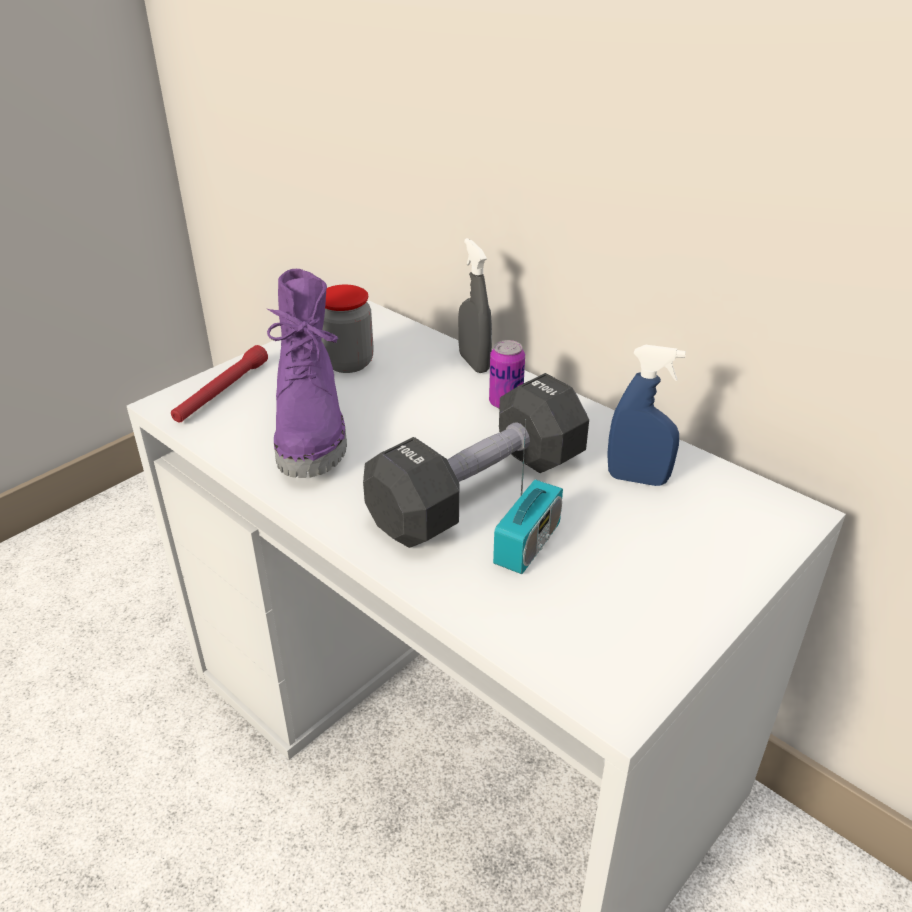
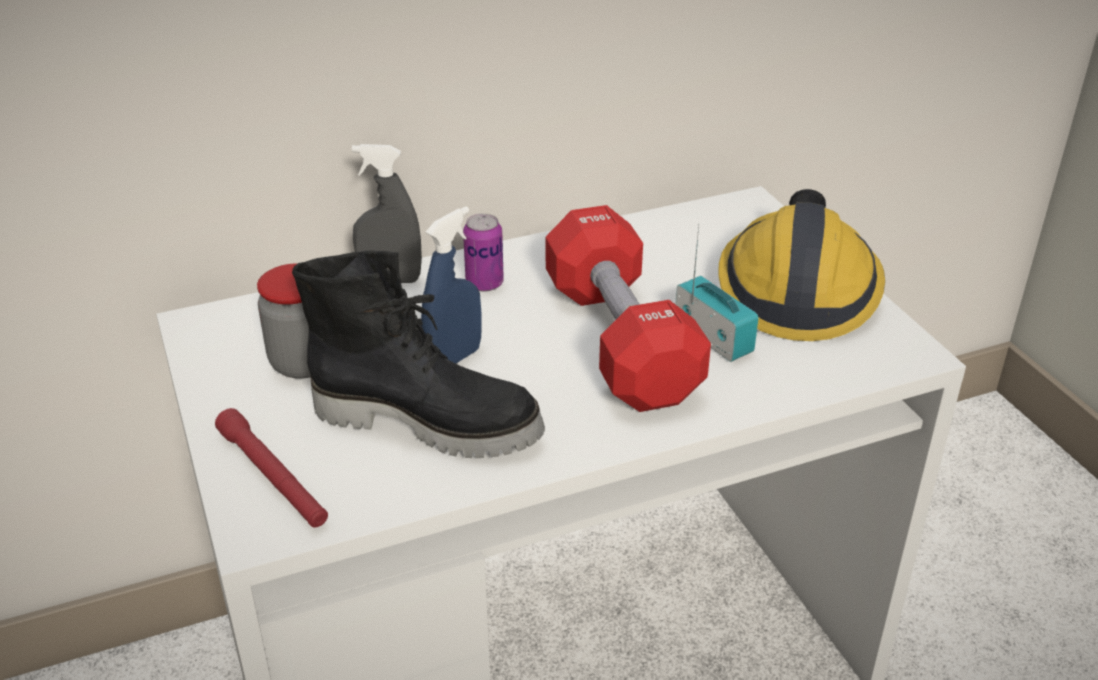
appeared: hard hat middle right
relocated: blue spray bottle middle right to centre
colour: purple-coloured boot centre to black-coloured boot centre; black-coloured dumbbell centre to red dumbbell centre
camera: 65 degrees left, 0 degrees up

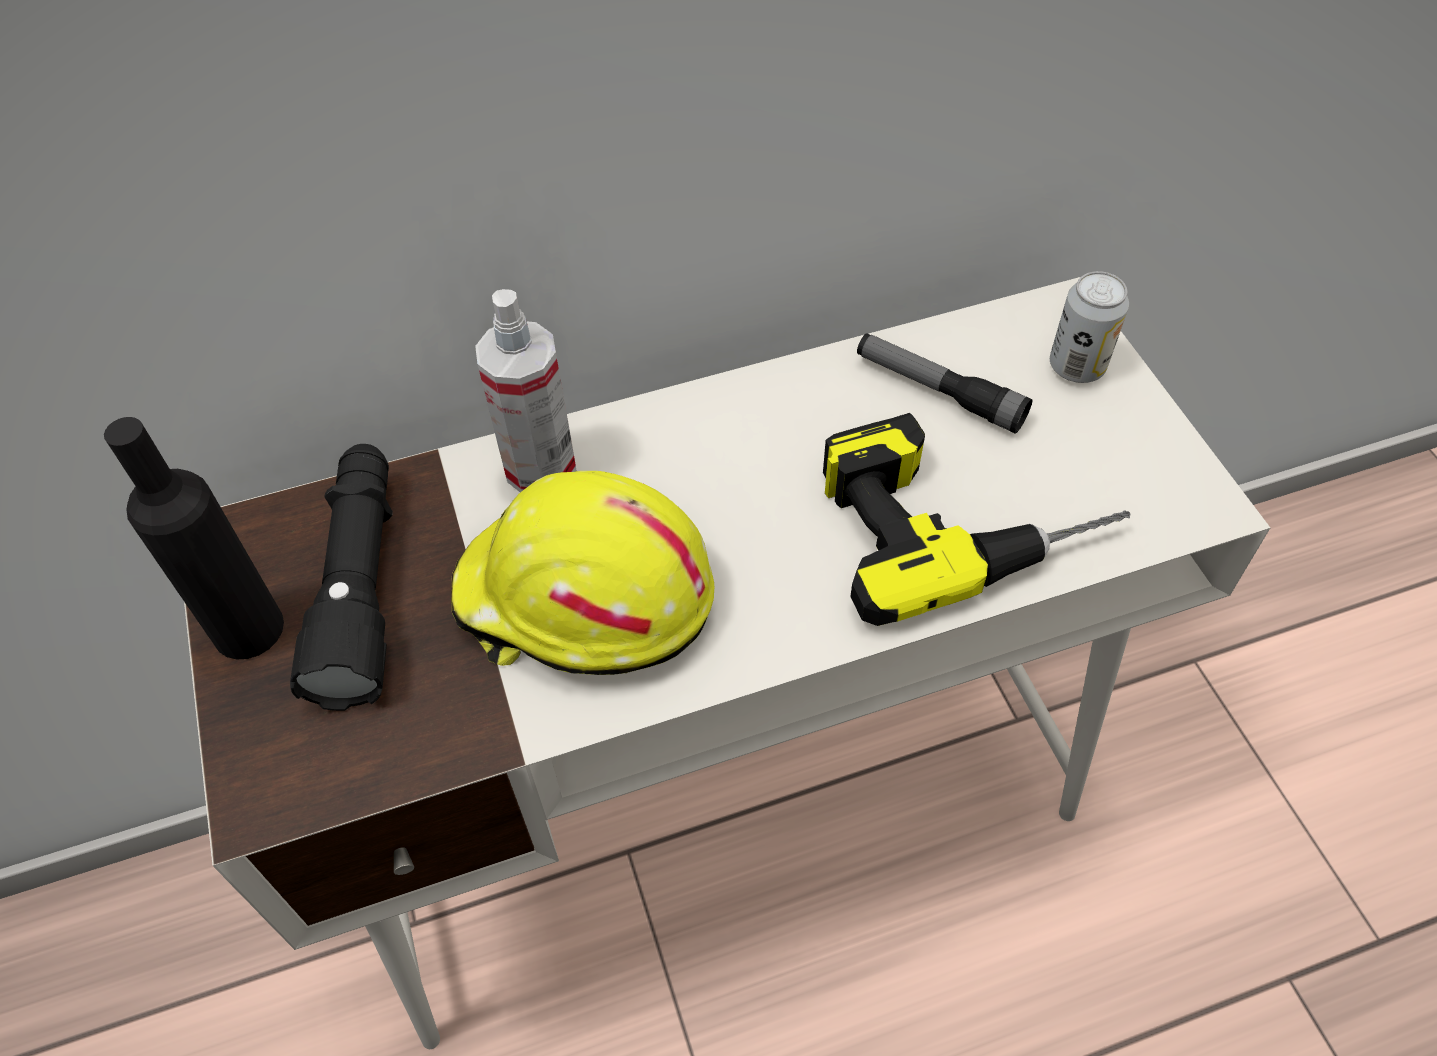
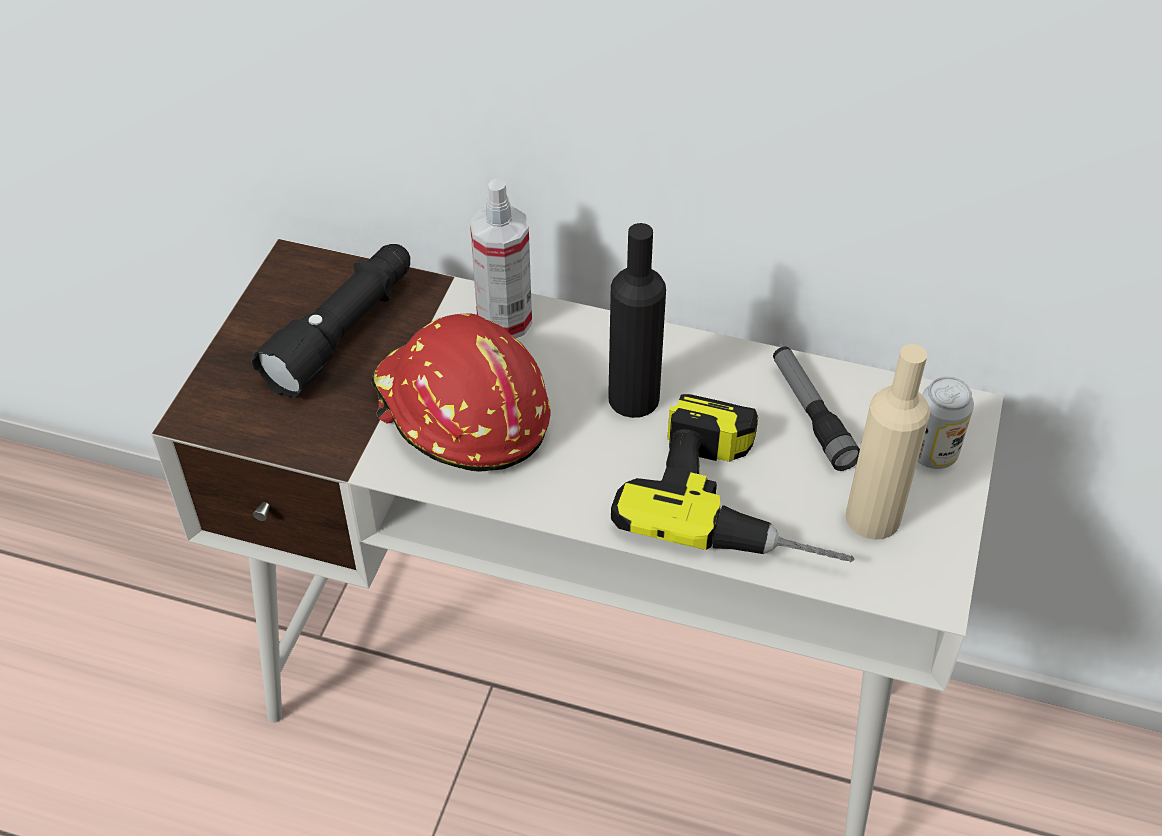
appeared: beige beverage bottle middle right
relocated: black-coloured beverage bottle middle left to centre
colour: yellowish hard hat centre to red hard hat centre
camera: 35 degrees right, 5 degrees down

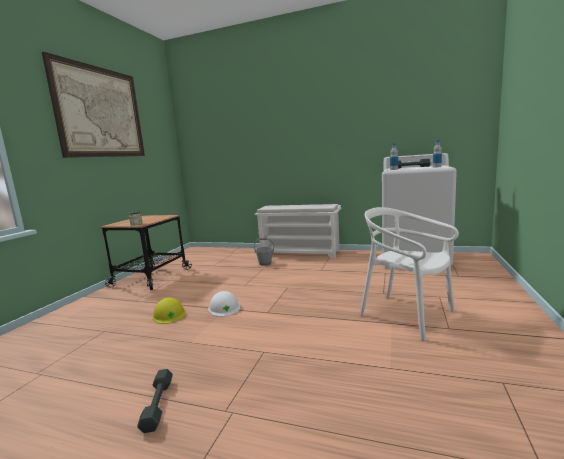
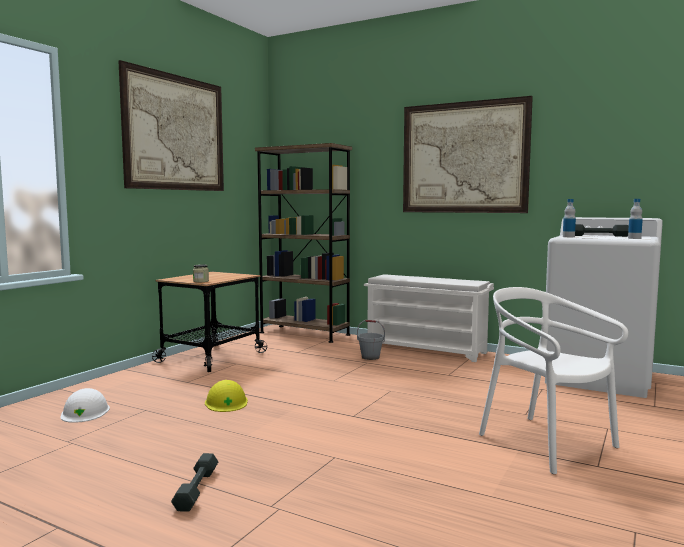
appeared: brown shelving unit centre; wall picture (no. 2 from left) top right
relocated: white hard hat centre to bottom left
camera: 10 degrees right, 5 degrees down

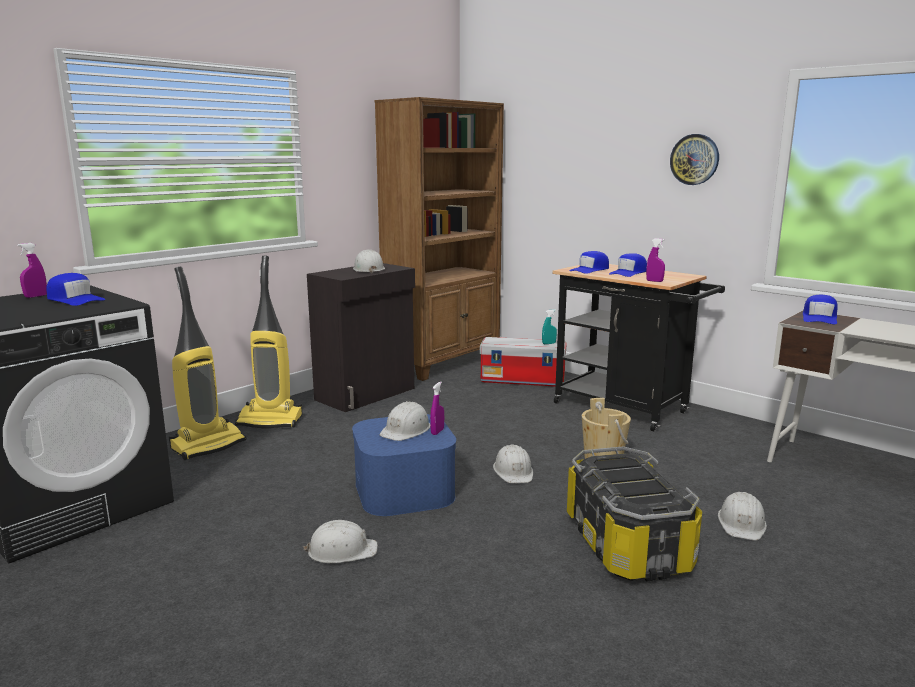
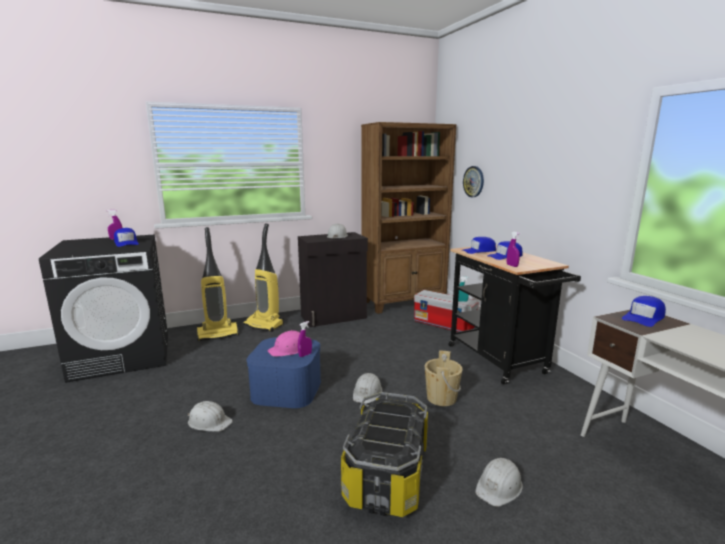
relocated: hanging clock top right to top centre
colour: white hard hat (no. 3 from left) centre to pink-coloured hard hat centre
camera: 25 degrees right, 0 degrees up

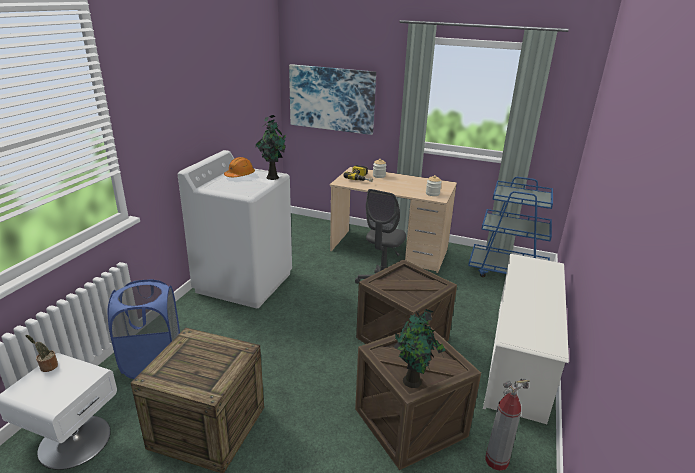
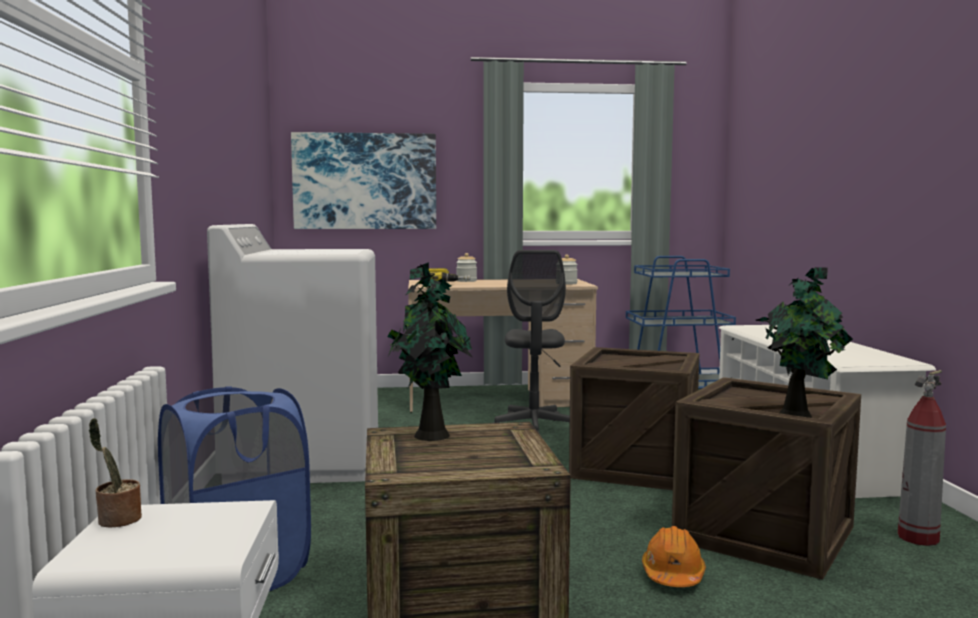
relocated: houseplant (no. 2 from left) top centre to centre; orange hard hat centre to bottom right
camera: 25 degrees left, 20 degrees down

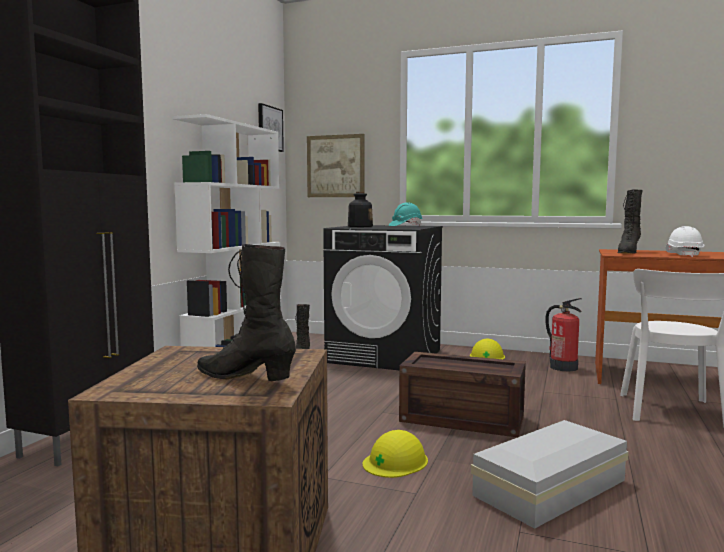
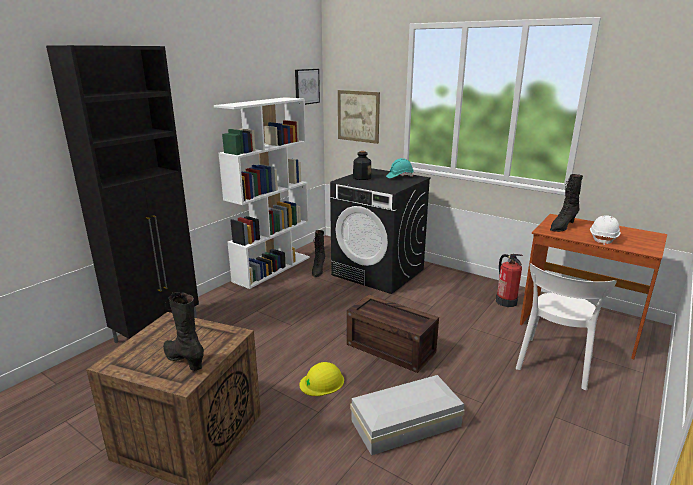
missing: yellowish hard hat (no. 2 from left) middle right
camera: 15 degrees right, 15 degrees up

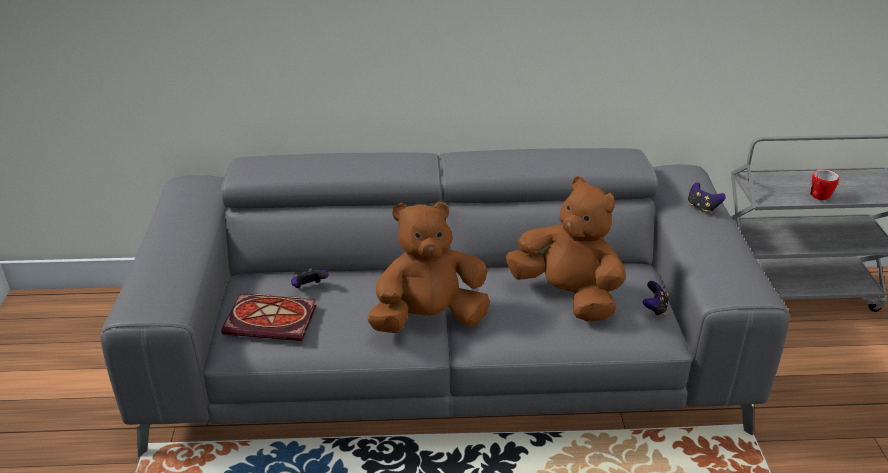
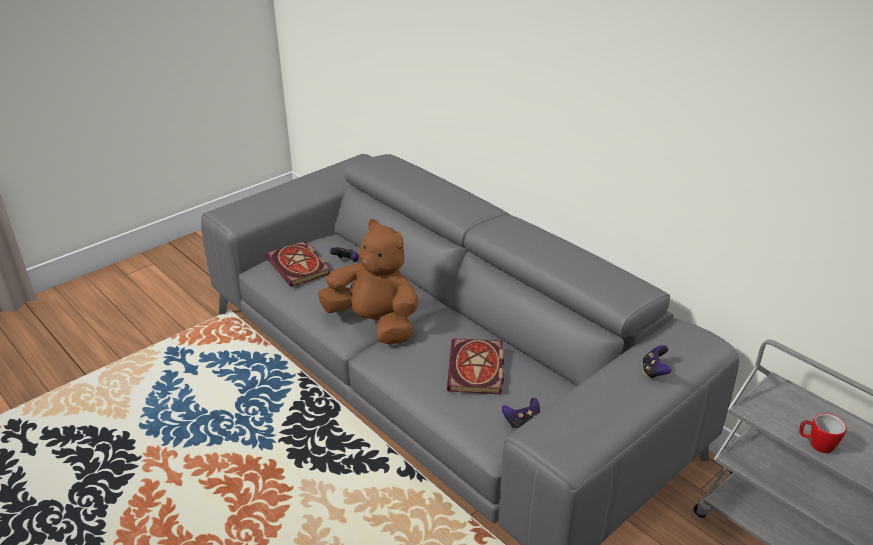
exchanged: brown soft toy (no. 2 from left) centre to bound book (no. 2 from left) bottom centre
camera: 50 degrees right, 0 degrees up

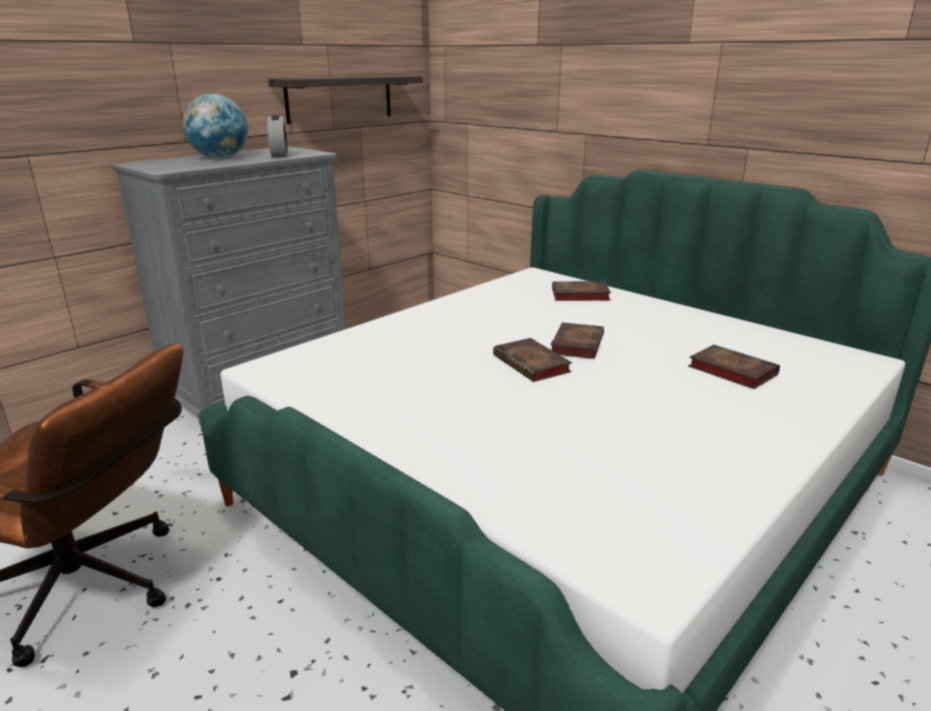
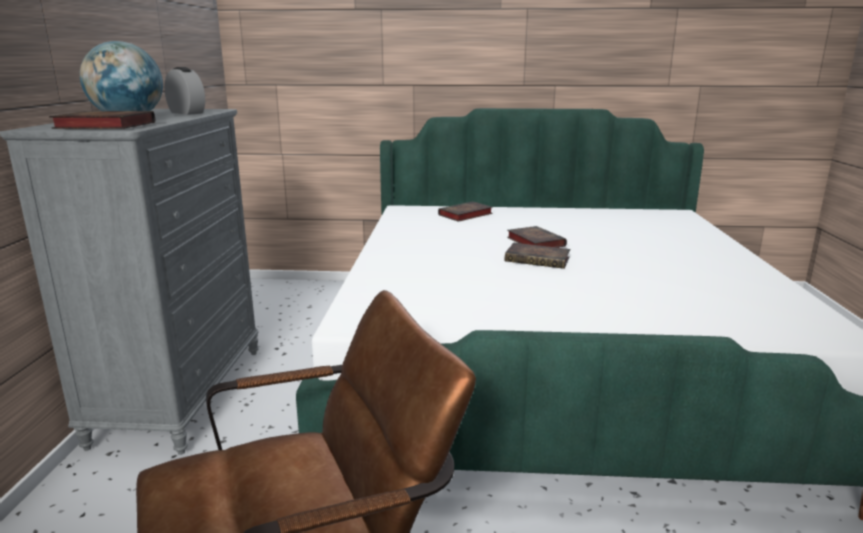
missing: shelf top centre
relocated: bound book (no. 4 from left in the first image) middle right to bound book (no. 1 from left) top left
camera: 40 degrees left, 5 degrees down

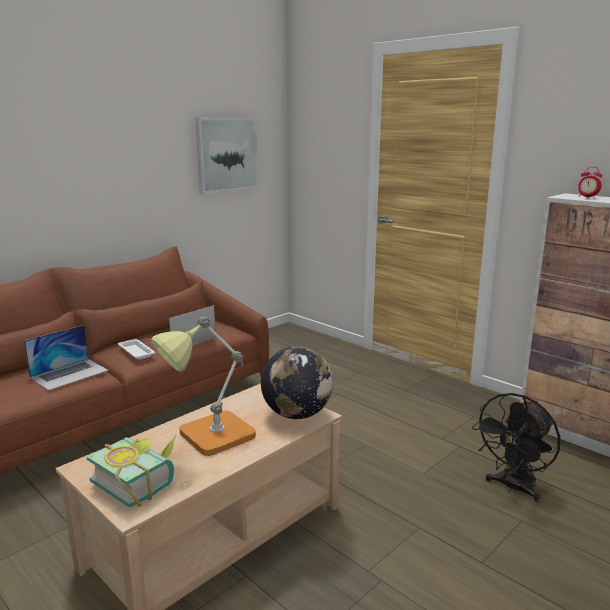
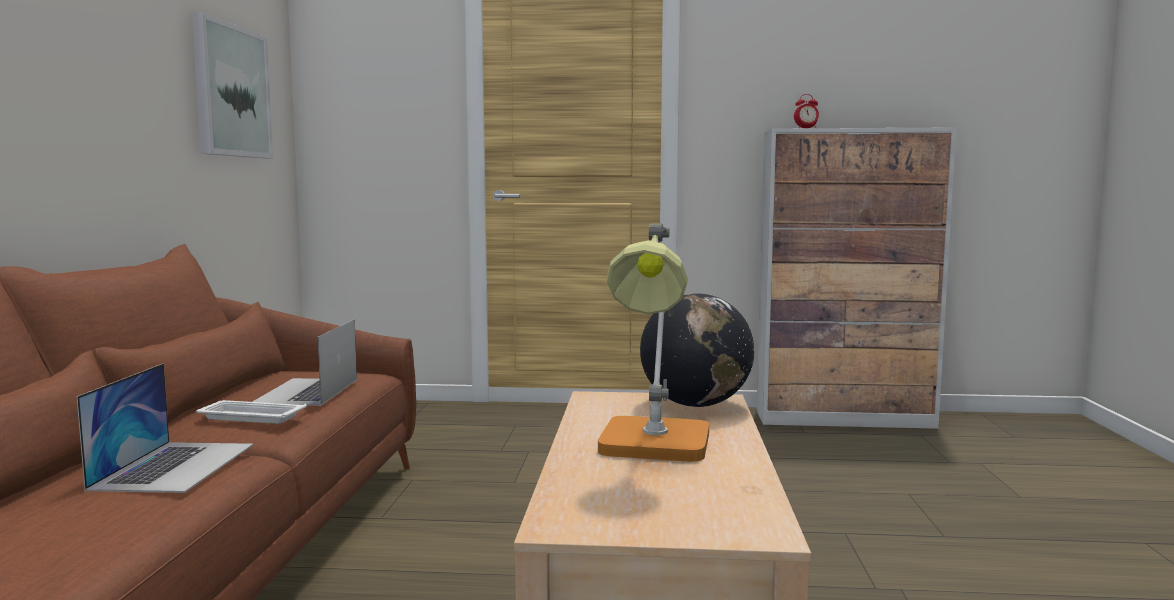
missing: bound book bottom left; black-coloured cooling fan bottom right
camera: 40 degrees left, 10 degrees down

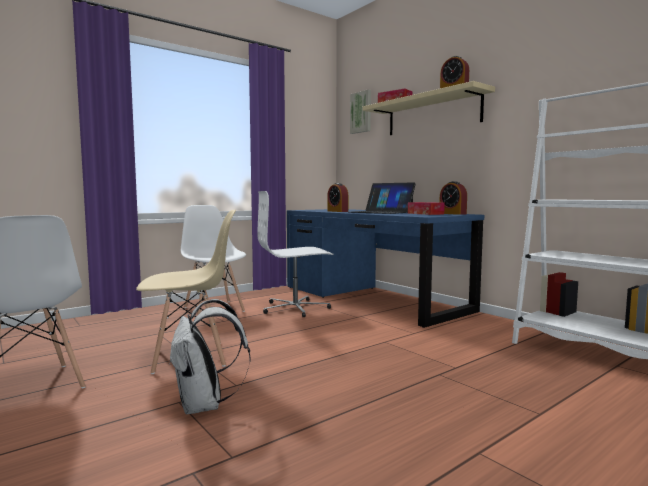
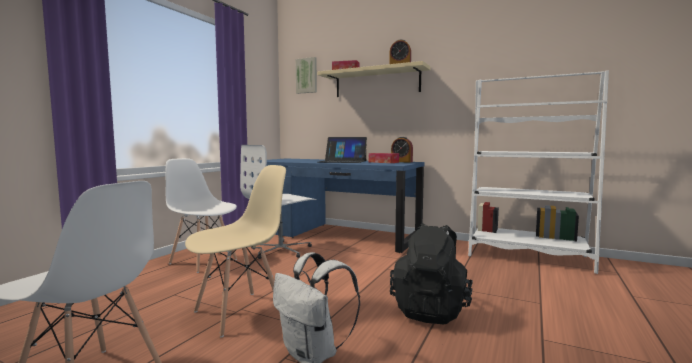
missing: alarm clock (no. 1 from left) centre
appeared: black-coloured rucksack bottom centre
camera: 25 degrees left, 0 degrees up

